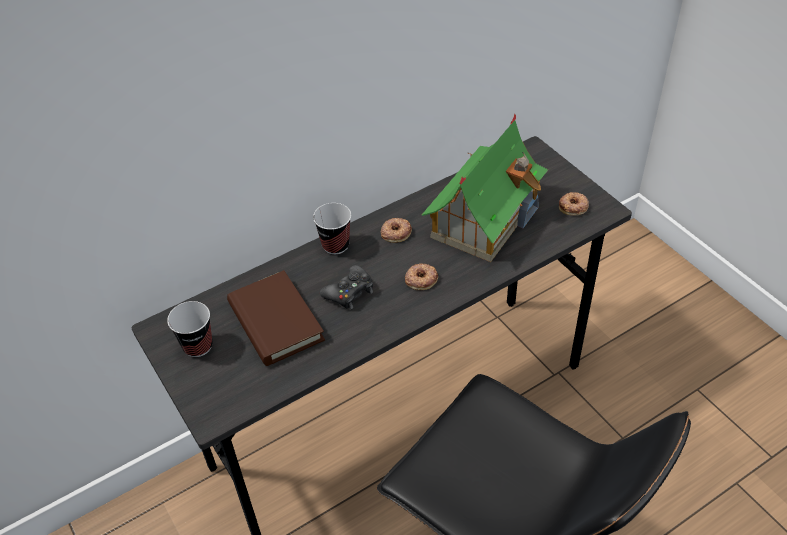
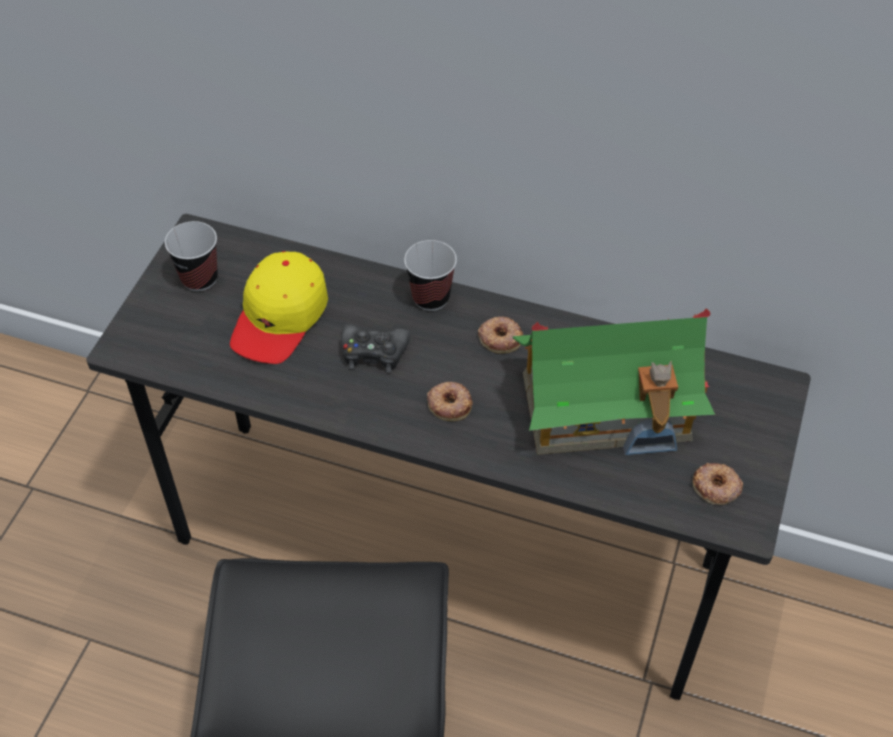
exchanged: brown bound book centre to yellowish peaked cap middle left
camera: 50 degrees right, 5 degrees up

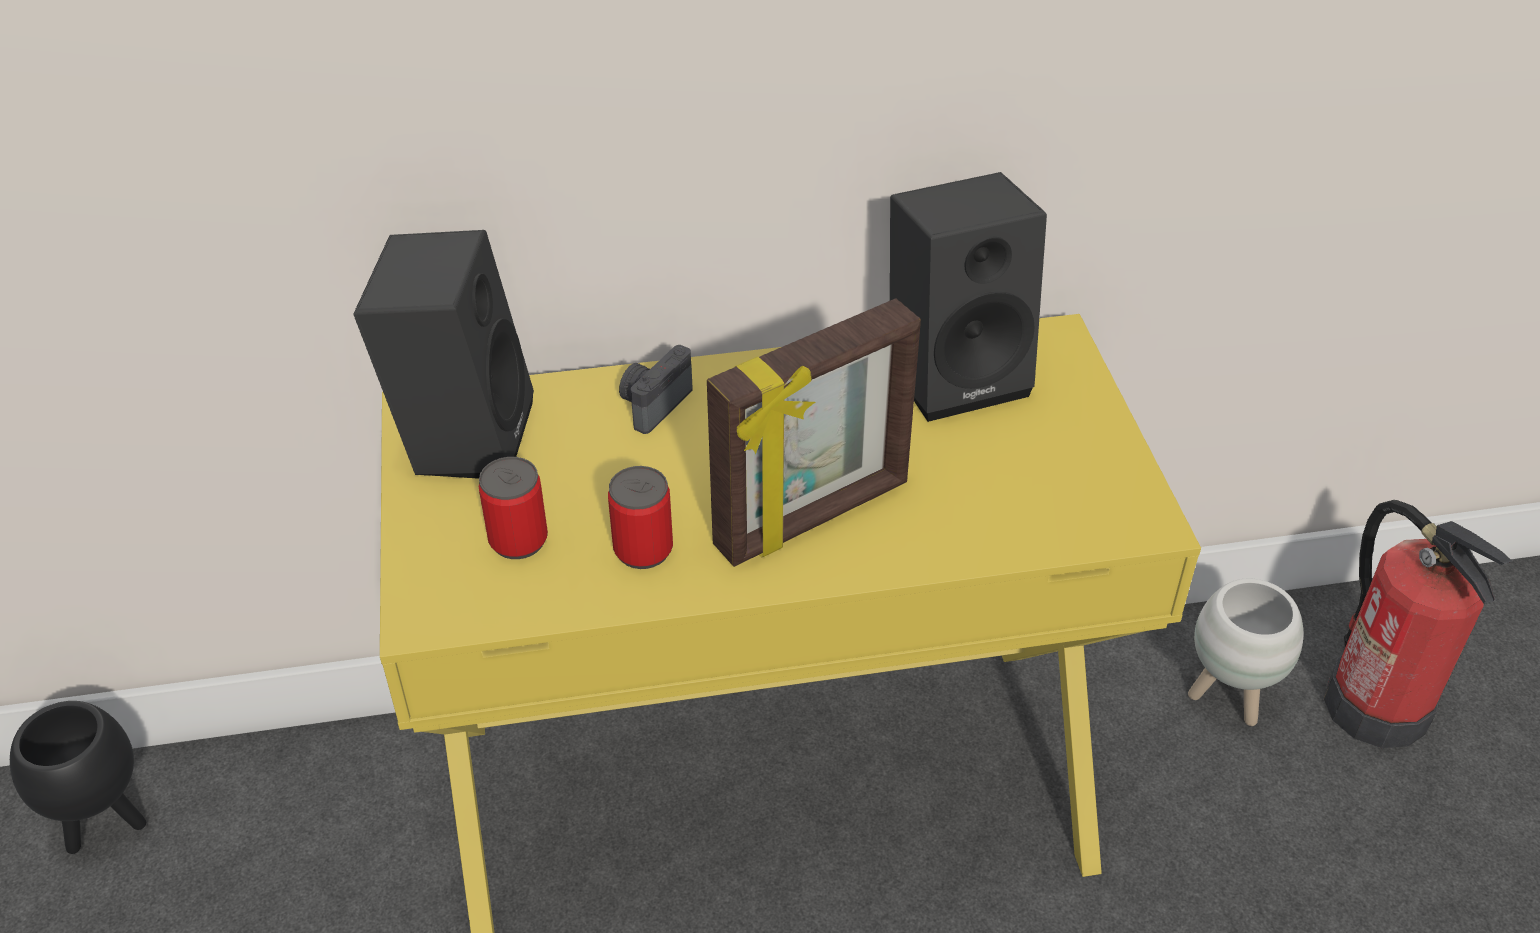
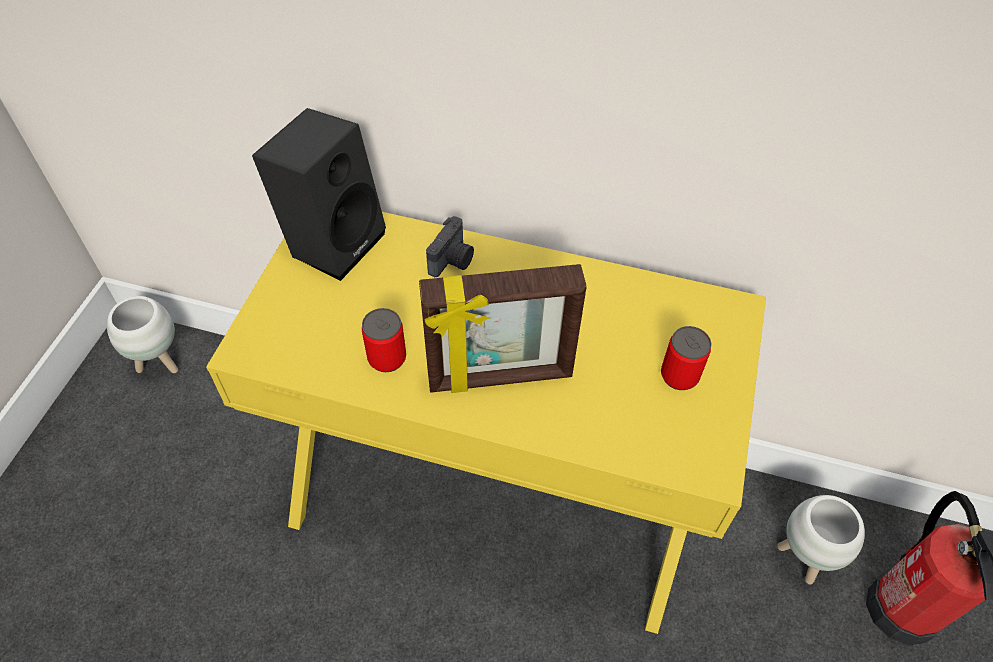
missing: black-coloured audio speaker (no. 2 from left) top centre
relocated: metal can (no. 1 from left in the first image) middle left to metal can (no. 2 from left) middle right
colour: black-coloured planter bottom left to white planter (no. 1 from left) middle left
spun: photo camera centre = centre 150 degrees clockwise
camera: 25 degrees right, 10 degrees up

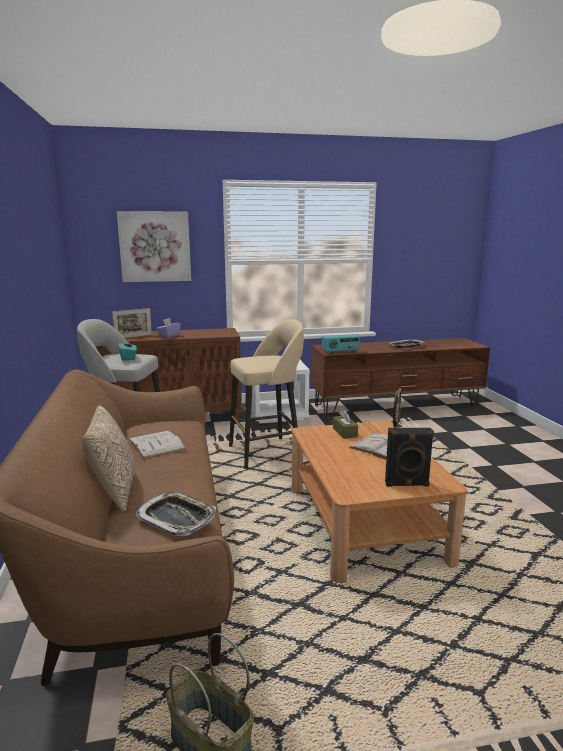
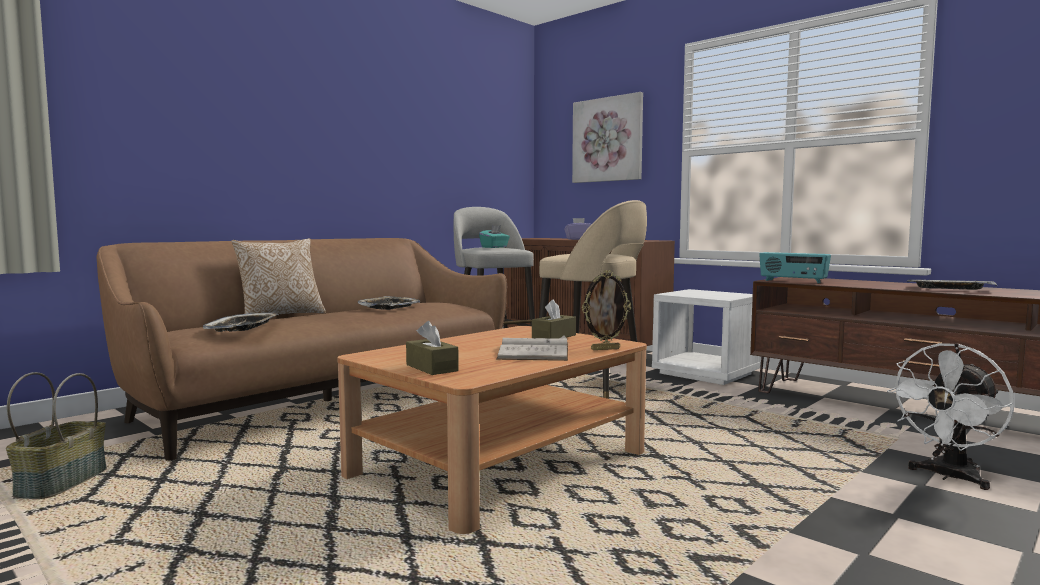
missing: standing frame (no. 1 from left) middle left
appeared: white cooling fan bottom right
exchanged: white bound book (no. 1 from left) middle left to tray (no. 2 from left) centre; black-coloured audio speaker middle right to brown tissue holder (no. 1 from left) centre
camera: 55 degrees right, 10 degrees down

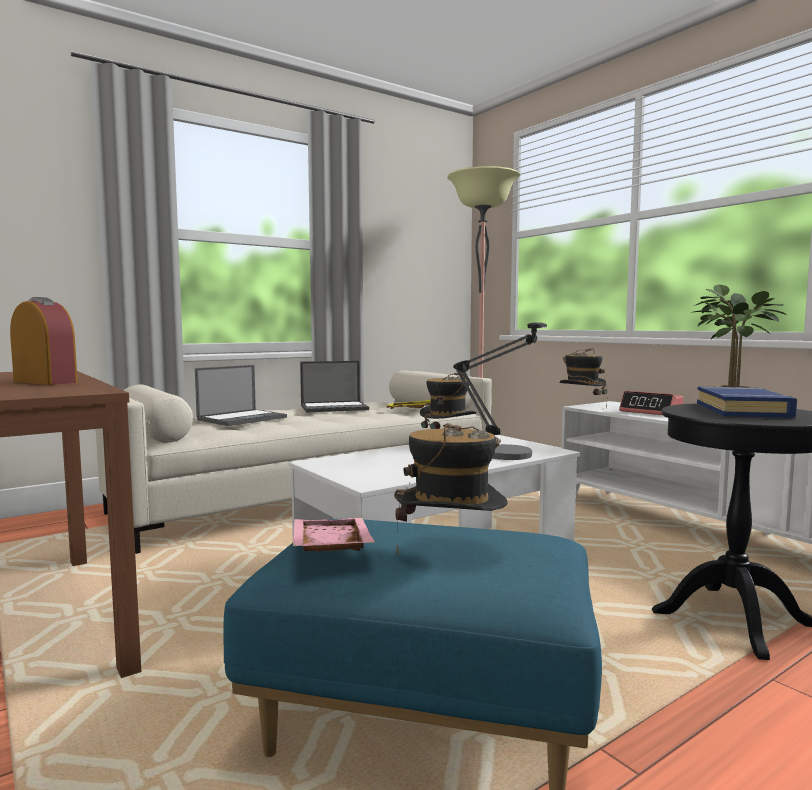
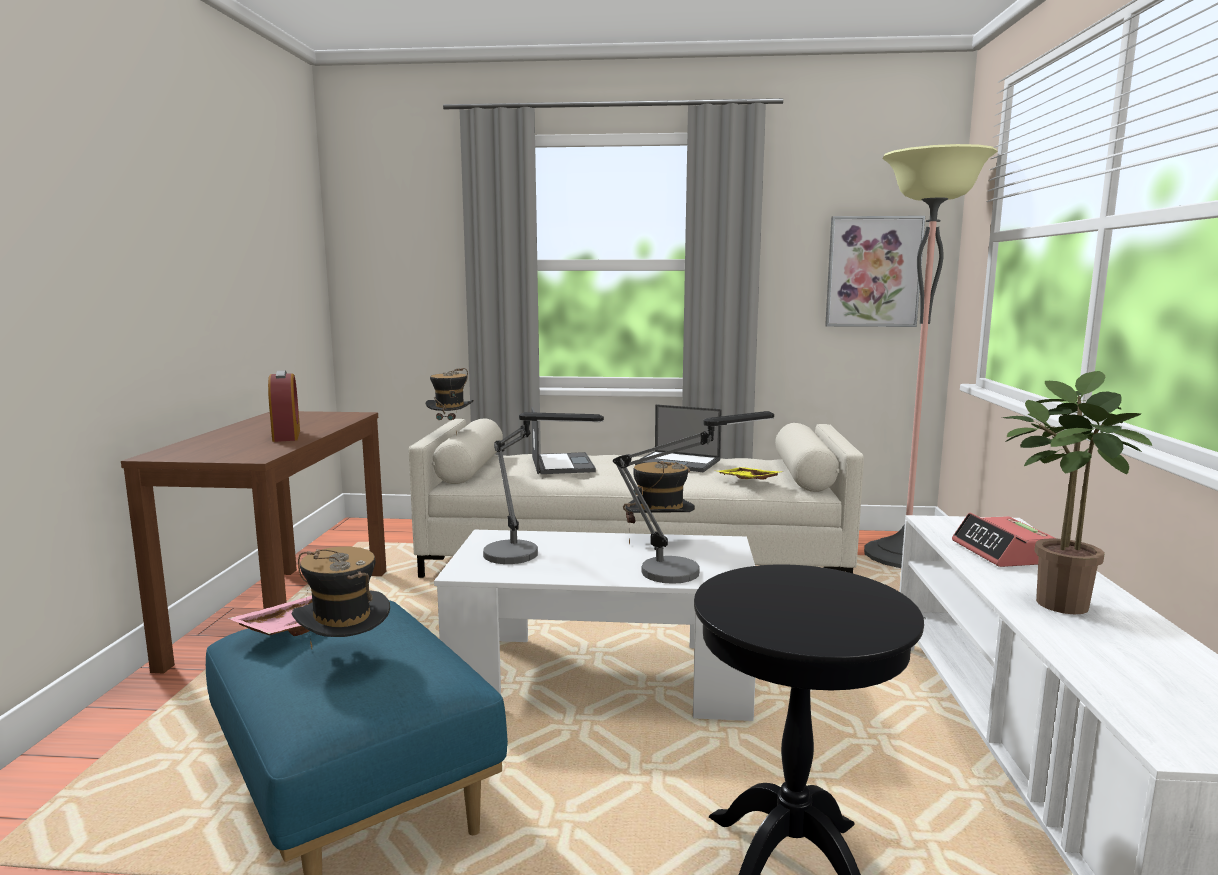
missing: blue bound book middle right
appeared: lamp for a table (no. 1 from left) centre; wall picture top right
relocated: wearable hat (no. 3 from left in the first image) middle right to wearable hat (no. 2 from left) centre
spun: notebook computer (no. 1 from left) middle left = centre 90 degrees counterclockwise
camera: 40 degrees right, 5 degrees up

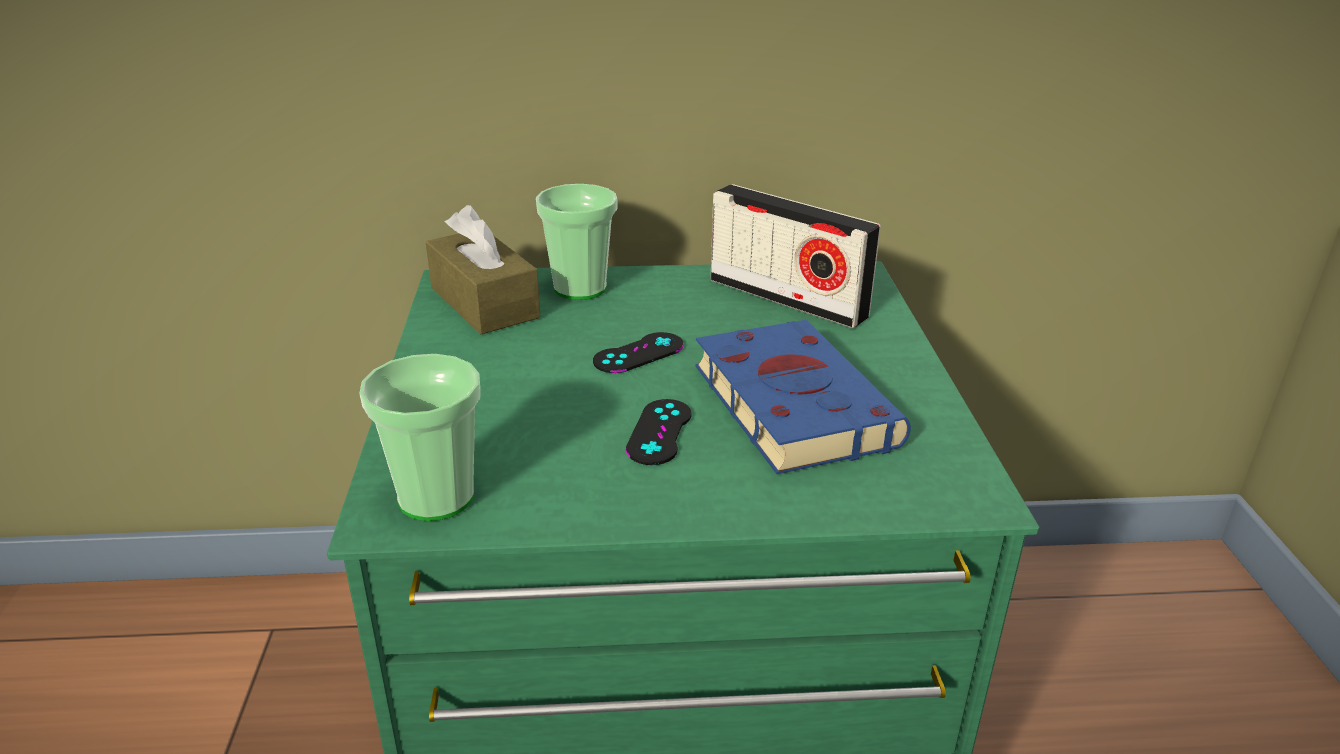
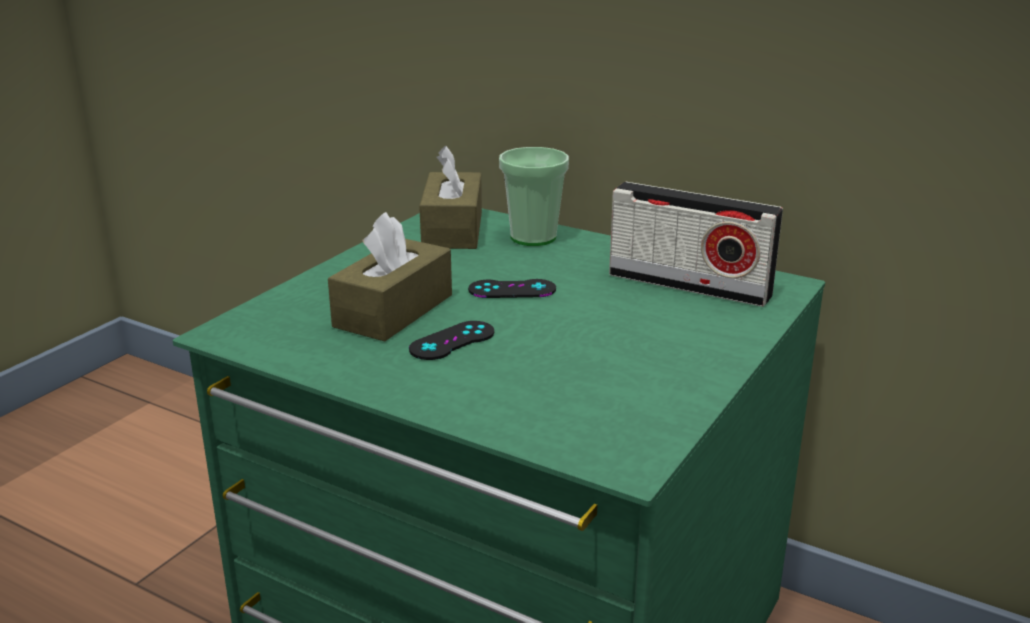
missing: cup (no. 1 from left) middle left; blue bound book centre
appeared: brown tissue holder (no. 1 from left) centre
spun: radio centre = middle right 45 degrees counterclockwise
camera: 35 degrees right, 5 degrees down

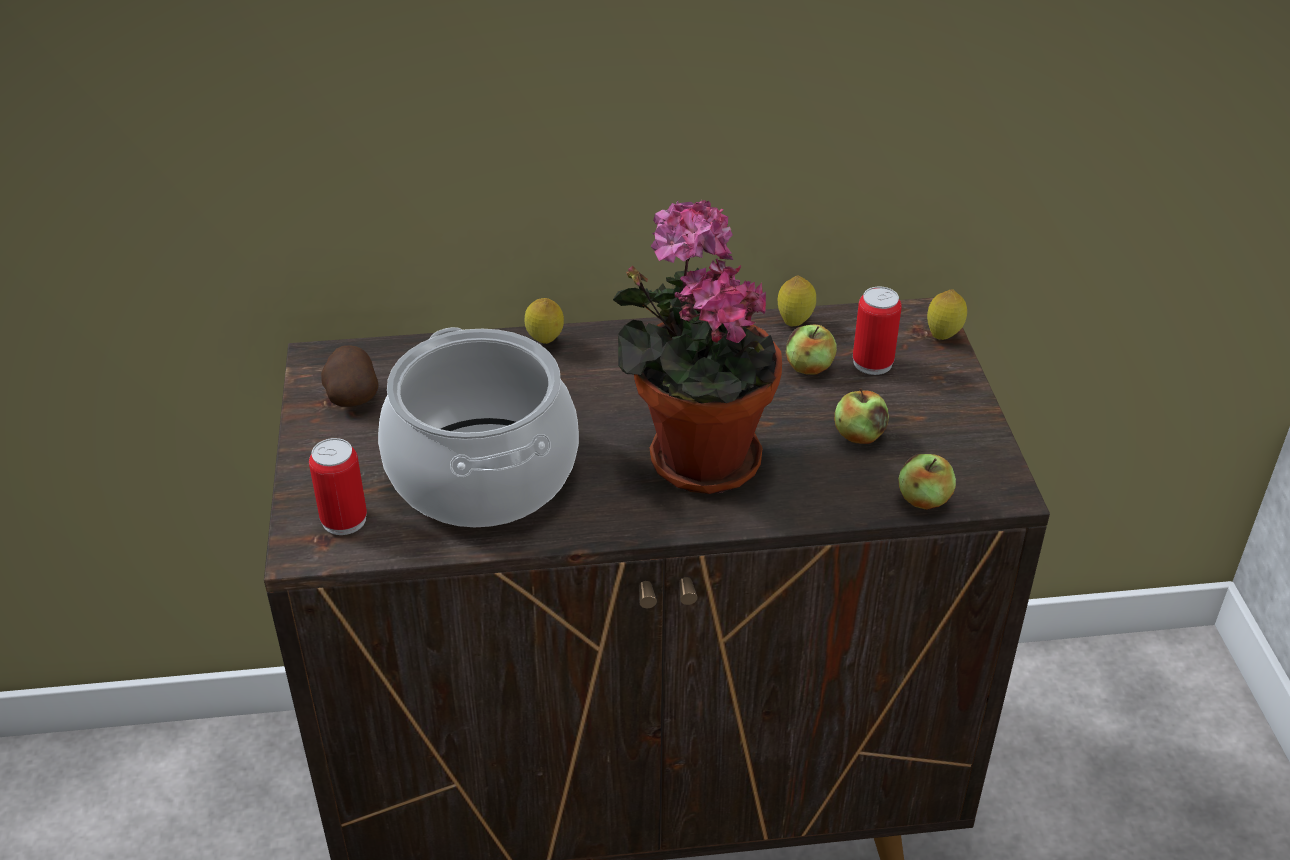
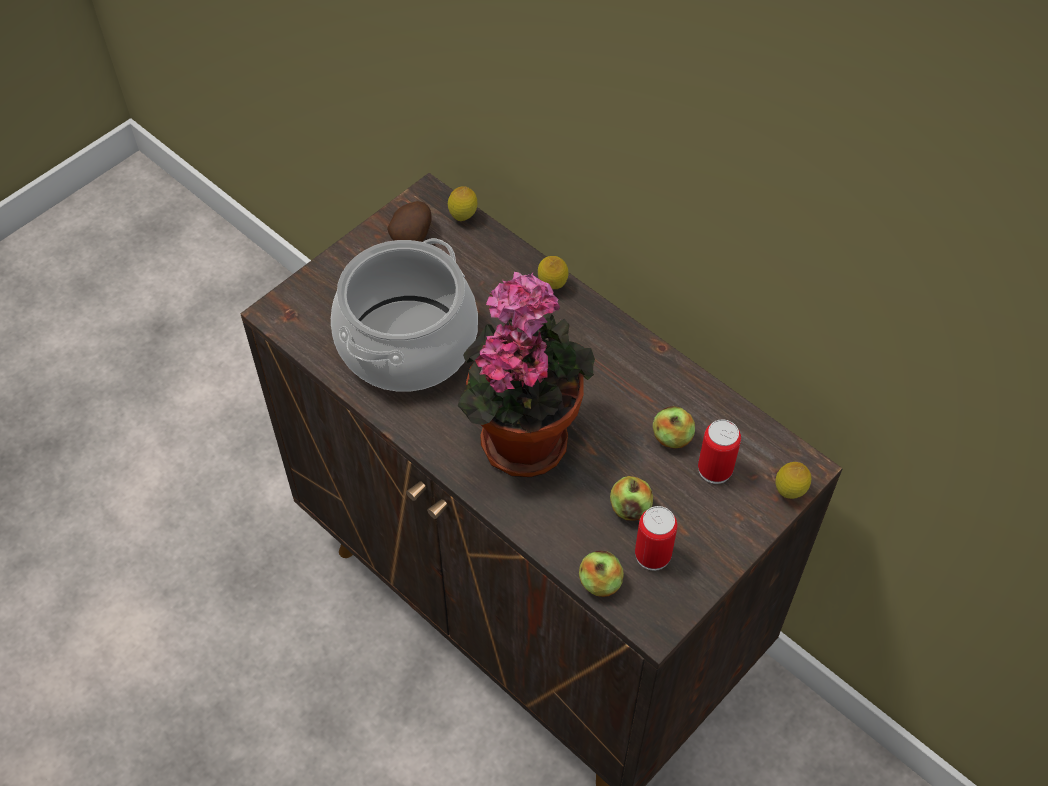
relocated: whole lemon (no. 2 from left in the first image) centre to whole lemon (no. 1 from left) top centre; metal can (no. 1 from left) middle left to bottom centre
camera: 50 degrees right, 15 degrees up

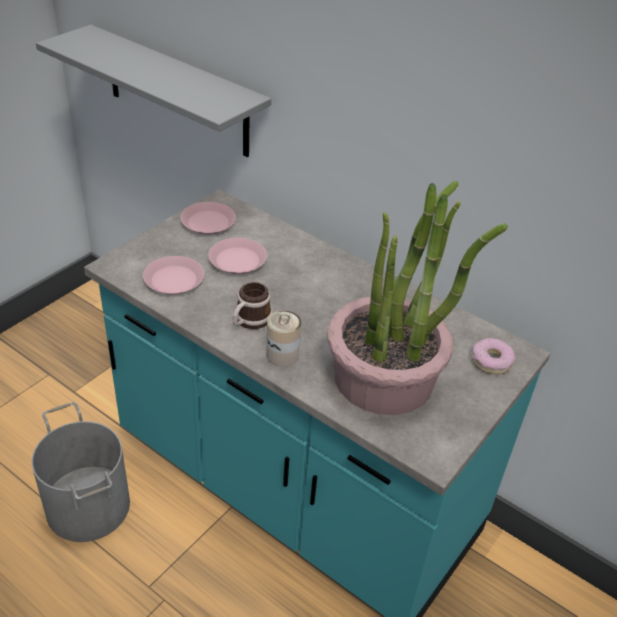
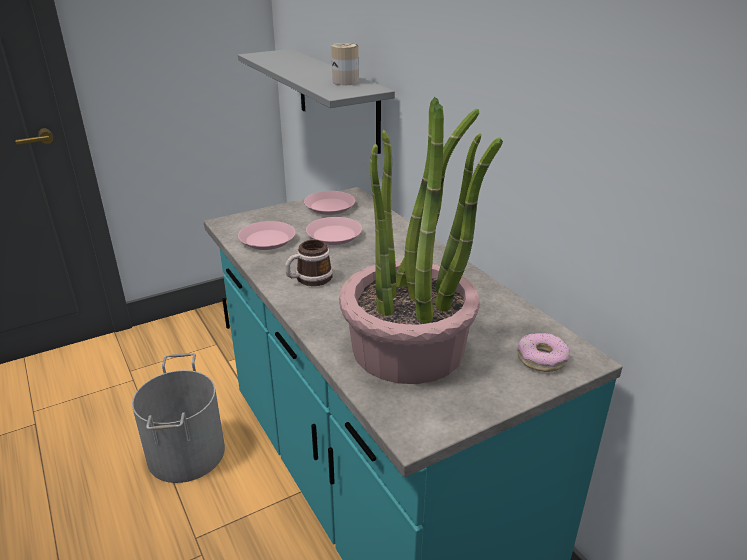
relocated: metal can centre to top centre
camera: 25 degrees right, 10 degrees down

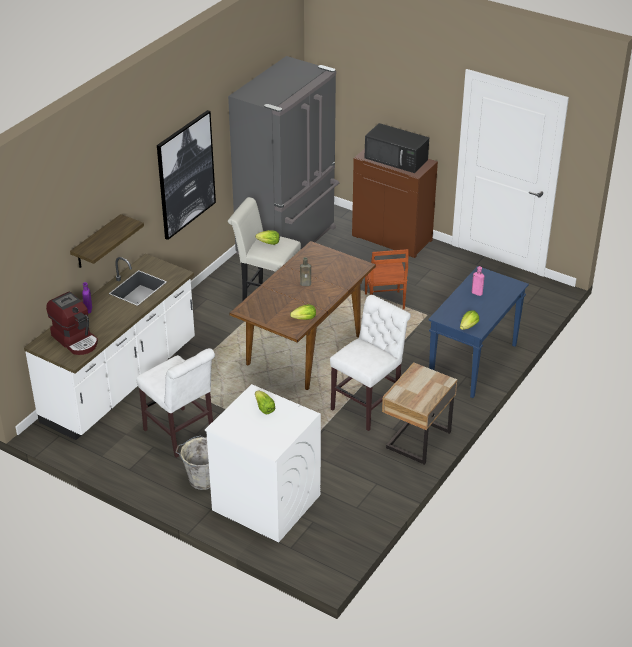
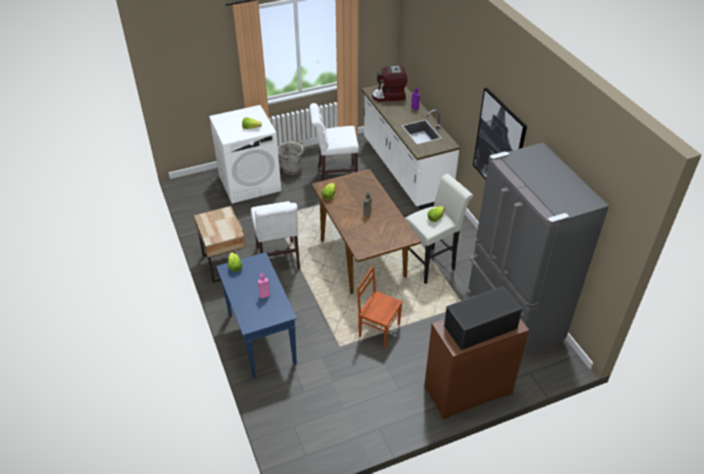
missing: shelf middle left
camera: 125 degrees right, 5 degrees up

